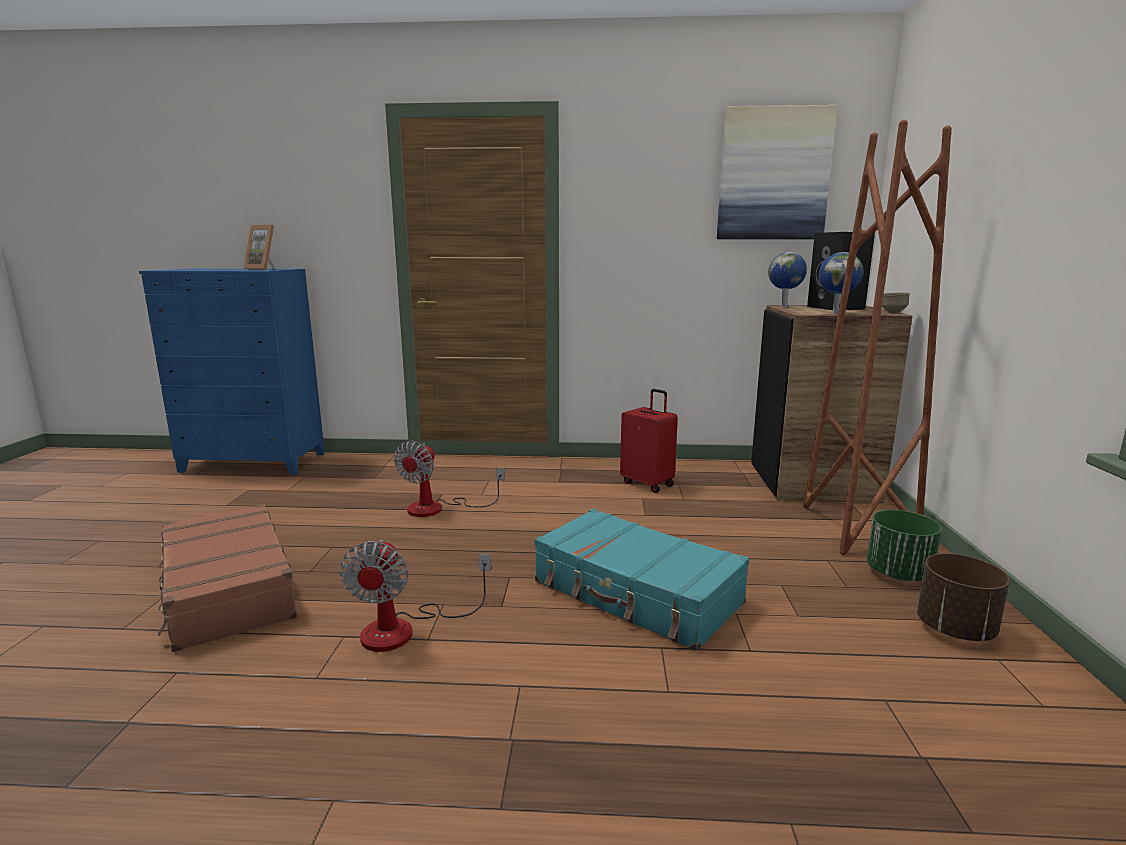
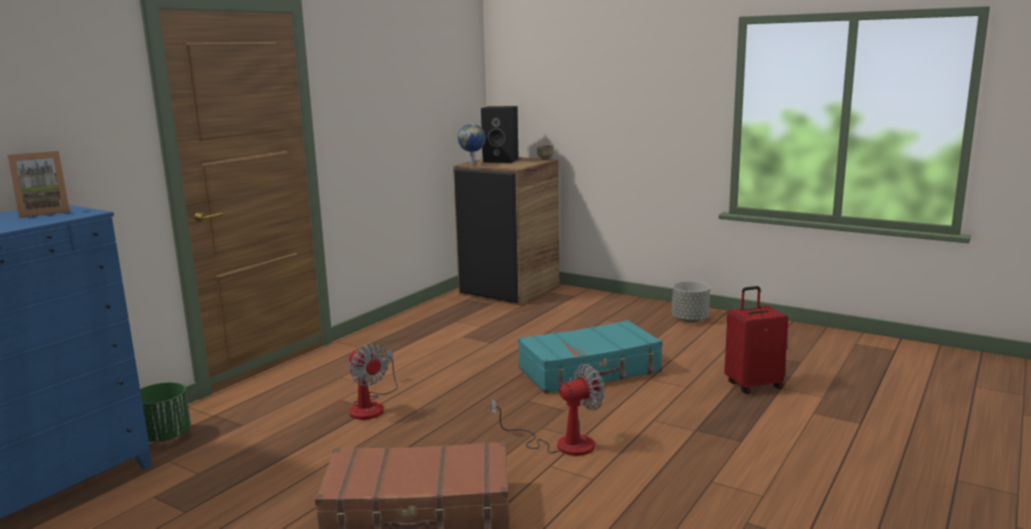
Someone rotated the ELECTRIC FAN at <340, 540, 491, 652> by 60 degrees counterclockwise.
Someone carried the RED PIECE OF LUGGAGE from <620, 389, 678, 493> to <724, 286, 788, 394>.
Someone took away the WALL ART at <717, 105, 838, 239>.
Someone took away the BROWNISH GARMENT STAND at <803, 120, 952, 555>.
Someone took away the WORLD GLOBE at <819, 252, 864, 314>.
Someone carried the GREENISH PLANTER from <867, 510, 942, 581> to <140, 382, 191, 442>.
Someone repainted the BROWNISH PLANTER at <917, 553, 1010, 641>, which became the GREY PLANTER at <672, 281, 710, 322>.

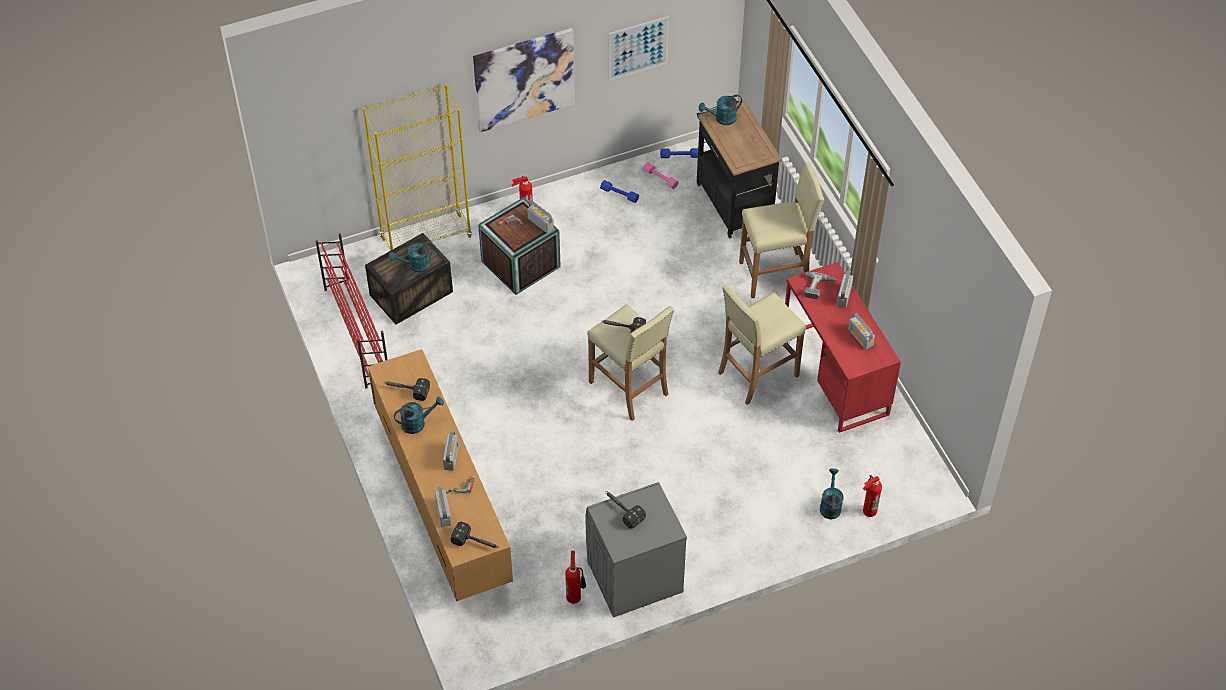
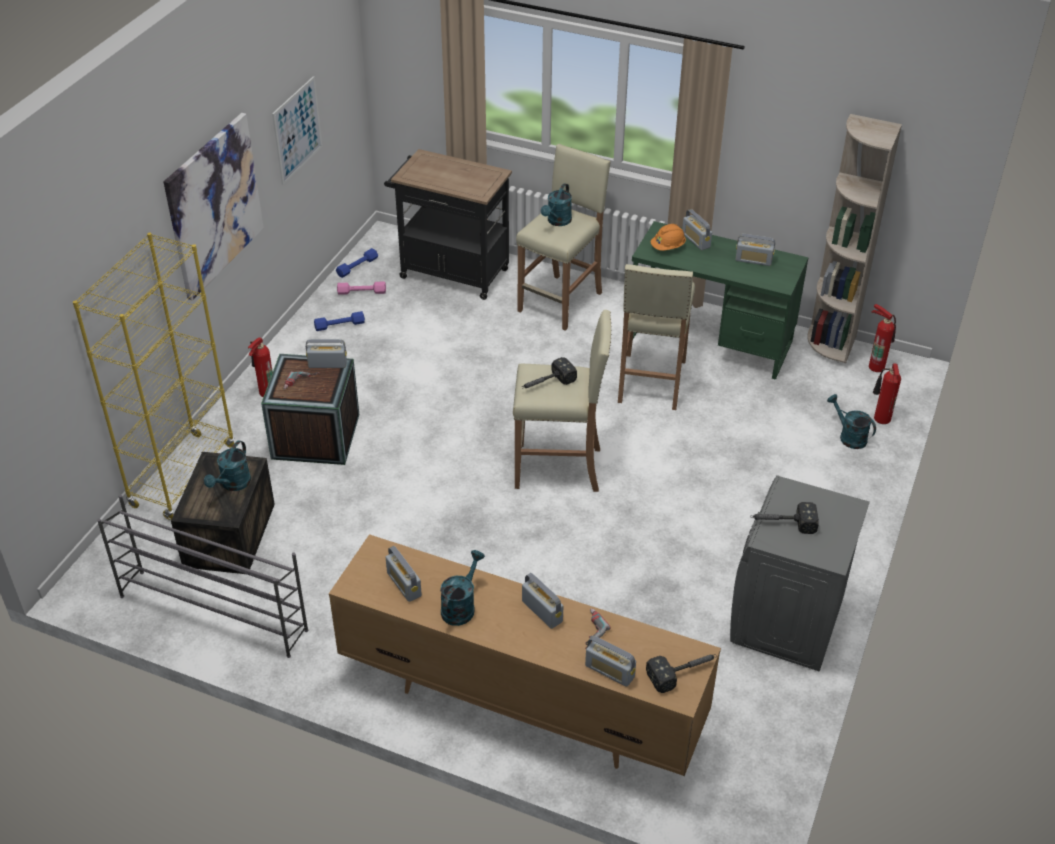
Someone repainted the RED SHOE SHELF at <315, 233, 388, 389>, which became the GREY SHOE SHELF at <97, 495, 308, 658>.
Someone swapped the HAND HAMMER at <384, 378, 430, 401> for the RADIO RECEIVER at <386, 546, 422, 602>.
Someone carried the FIRE EXTINGUISHER from <565, 551, 586, 604> to <869, 304, 896, 372>.
Someone carried the TURQUOISE WATERING POT from <699, 95, 742, 125> to <541, 183, 572, 226>.
Someone repainted the RED DESK UNIT at <785, 262, 901, 433>, which became the GREENISH DESK UNIT at <632, 221, 809, 380>.
Someone swapped the ELECTRIC DRILL at <804, 272, 836, 299> for the ORANGE-COLOURED HARD HAT at <651, 224, 686, 251>.
Someone put down the BEIGE-COLOURED SHELVING UNIT at <807, 114, 902, 363>.

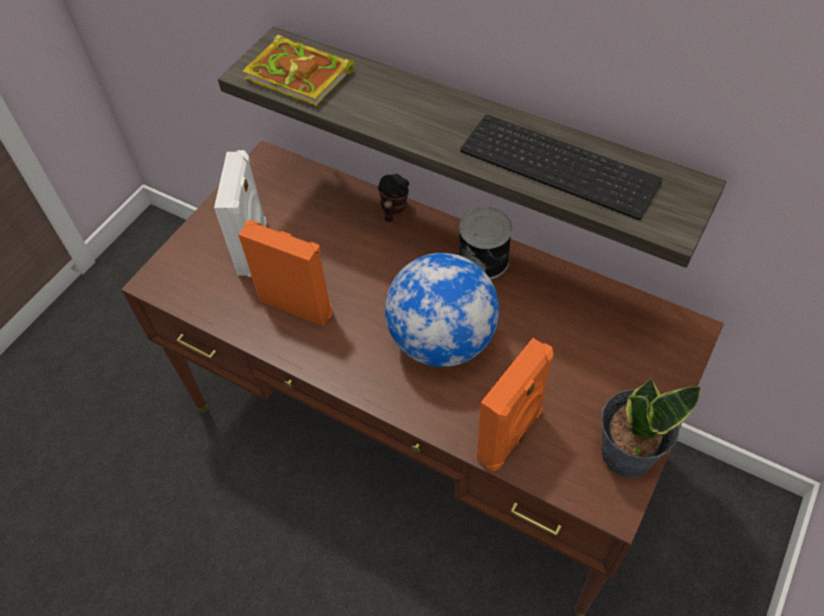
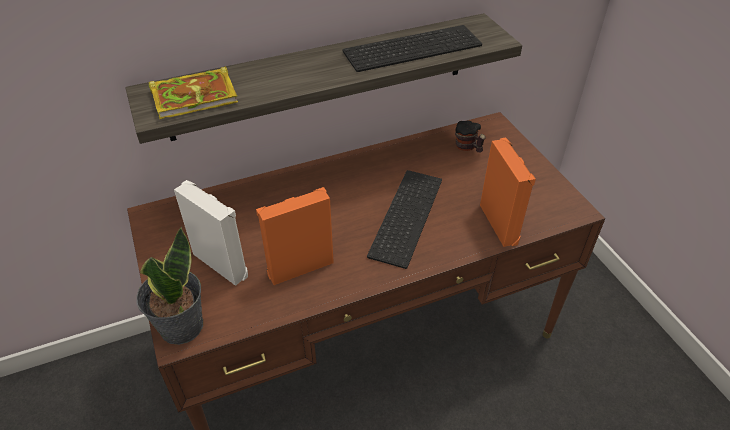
Someone carried the TEA MUG from <378, 174, 409, 222> to <455, 121, 486, 152>.
Someone swapped the WORLD GLOBE at <385, 253, 499, 367> for the COMPUTER KEYBOARD at <367, 170, 442, 269>.
Someone took away the METAL CAN at <459, 207, 512, 279>.
Someone carried the HOUSEPLANT from <601, 377, 702, 478> to <136, 227, 203, 345>.

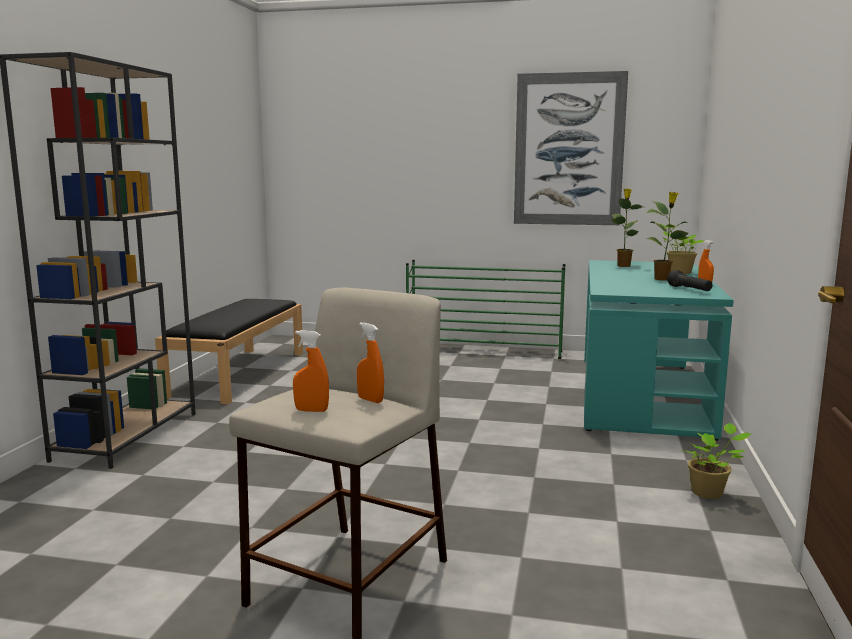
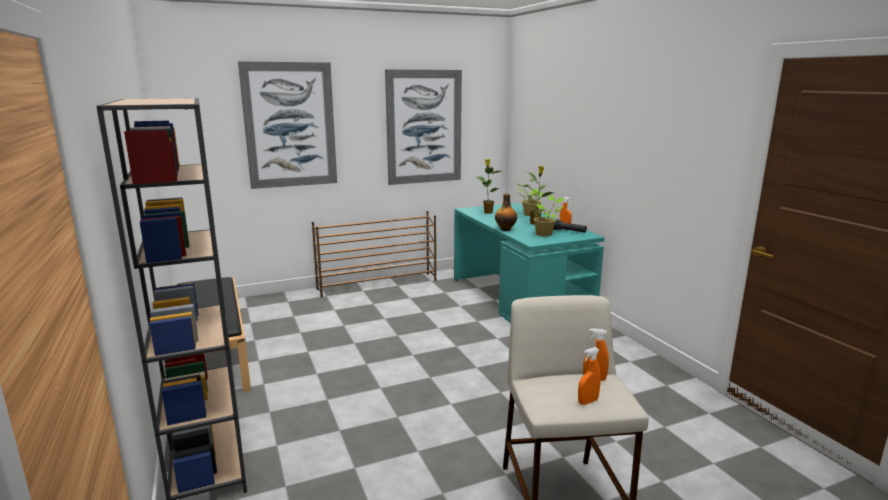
Someone repainted the GREENISH SHOE SHELF at <406, 260, 565, 359>, which became the BROWNISH SHOE SHELF at <312, 211, 436, 297>.
Someone carried the HOUSEPLANT from <682, 423, 751, 499> to <532, 196, 564, 236>.
Someone put up the WALL ART at <238, 61, 337, 189>.
Someone put down the BEVERAGE BOTTLE at <495, 194, 517, 231>.

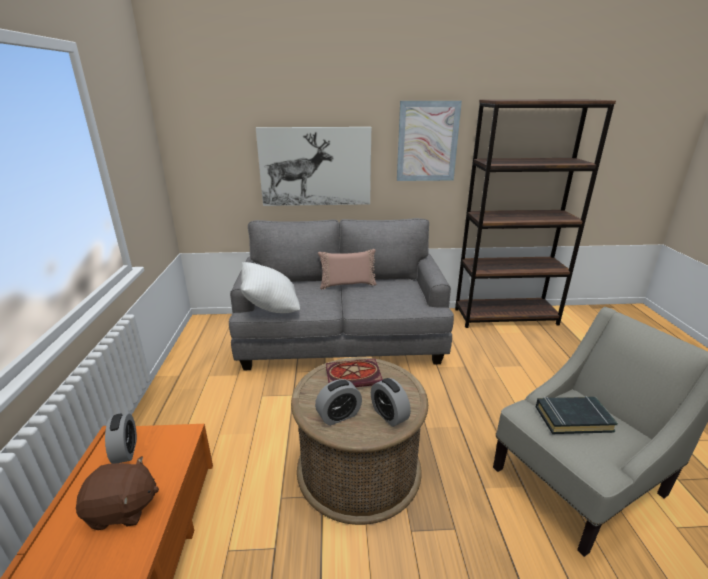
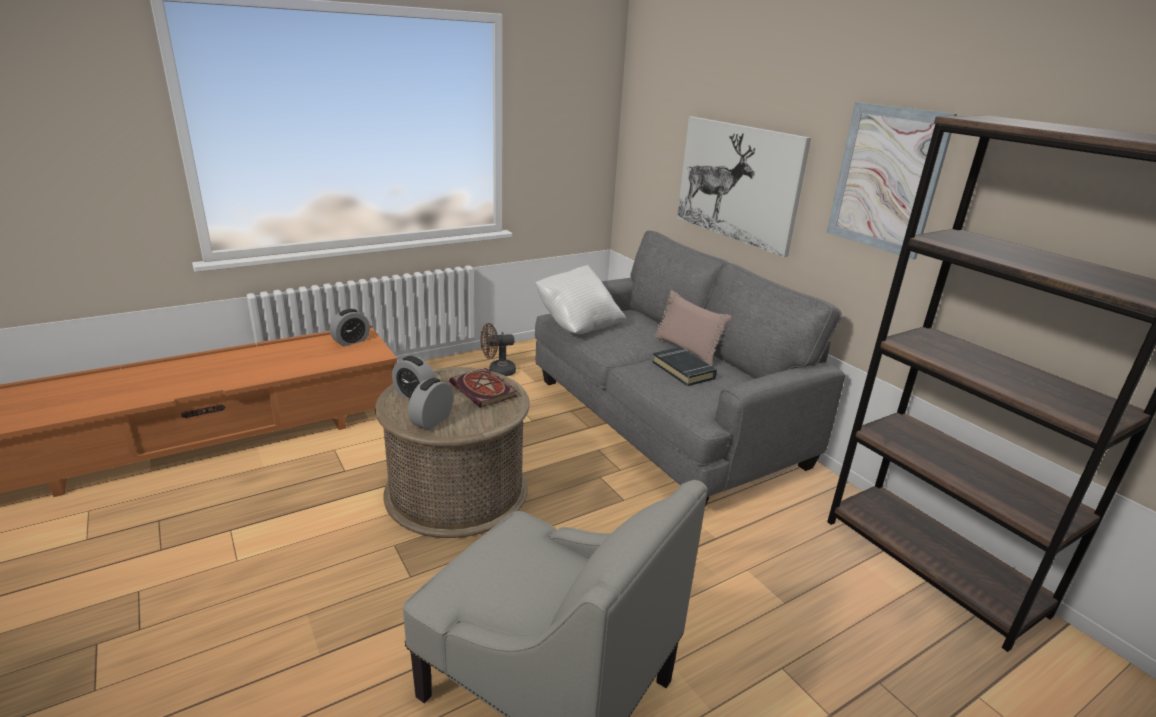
Someone took away the BROWNISH PLUSH TOY at <76, 456, 159, 530>.
Someone carried the BLACKISH VOLUME from <536, 396, 618, 434> to <652, 347, 717, 386>.
Someone put down the BROWNISH ELECTRIC FAN at <480, 323, 516, 376>.

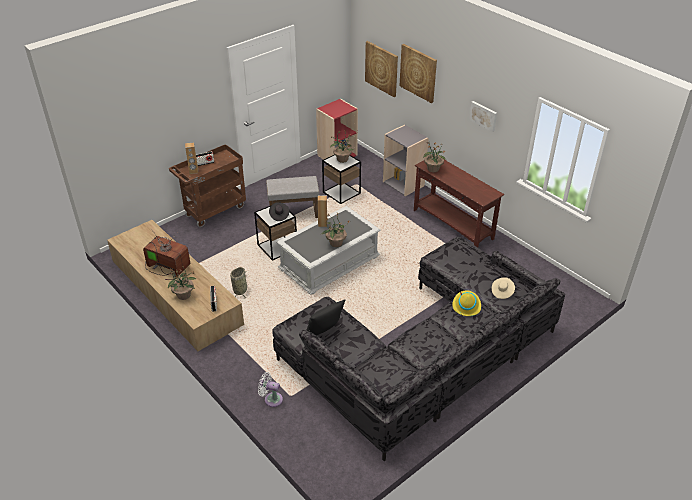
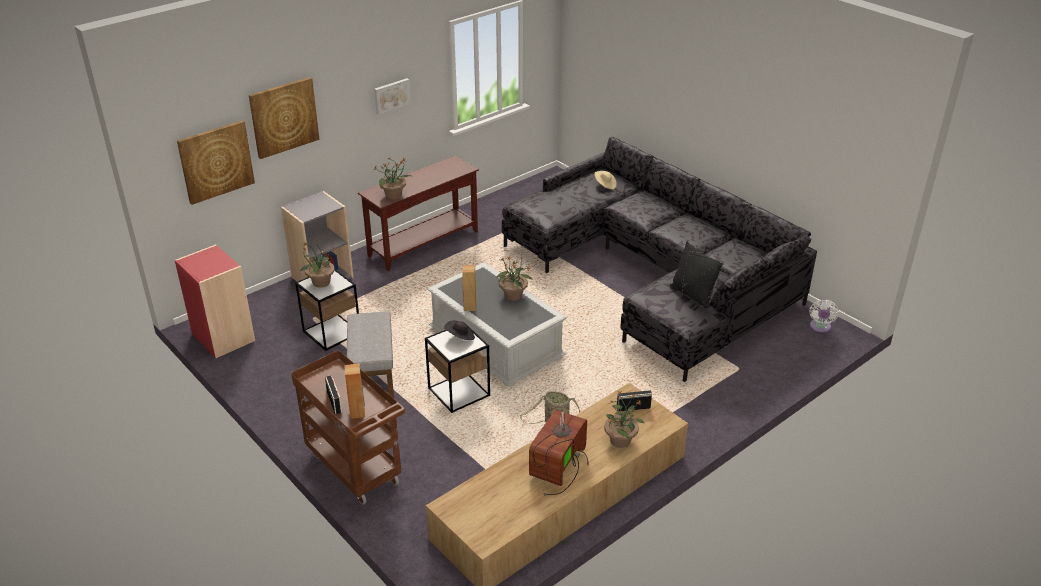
Someone carried the WHITISH ELECTRIC FAN from <258, 372, 283, 407> to <810, 299, 839, 332>.
Someone took away the YELLOW-COLOURED HAT at <452, 291, 481, 316>.

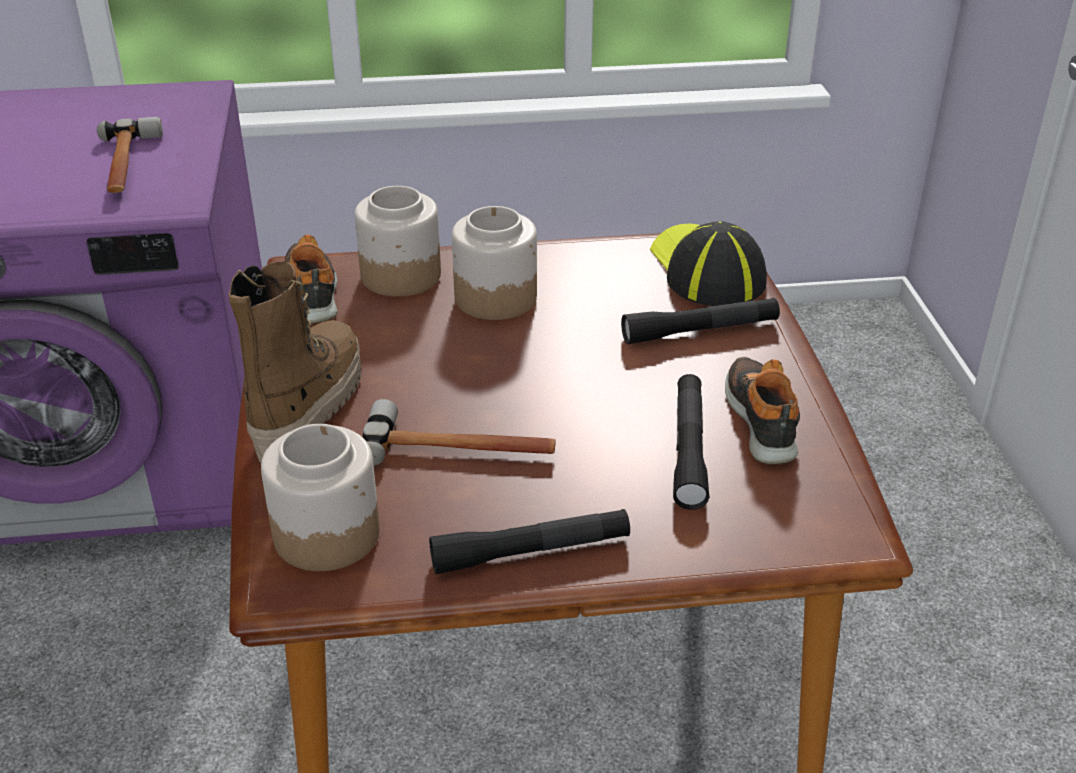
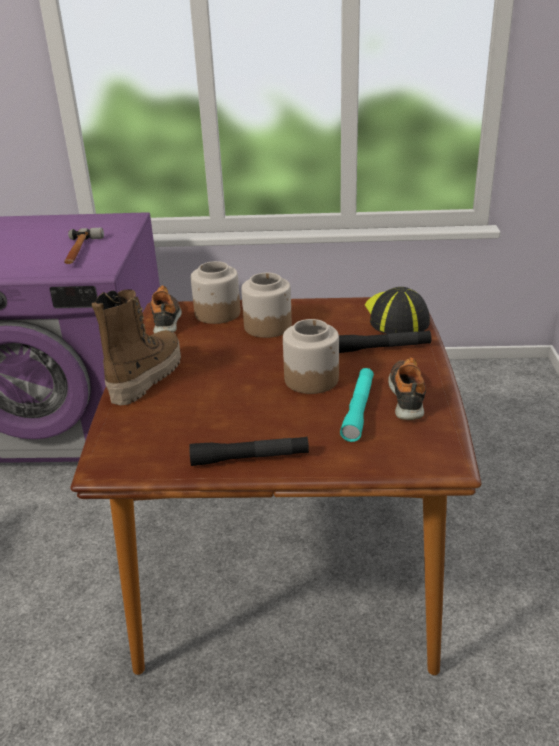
Someone carried the STORAGE JAR from <261, 424, 380, 571> to <283, 319, 339, 394>.
Someone took away the HAND HAMMER at <362, 399, 556, 465>.
Someone repainted the BLACKISH HAND TORCH at <673, 374, 709, 510>, which became the TURQUOISE HAND TORCH at <340, 368, 374, 442>.

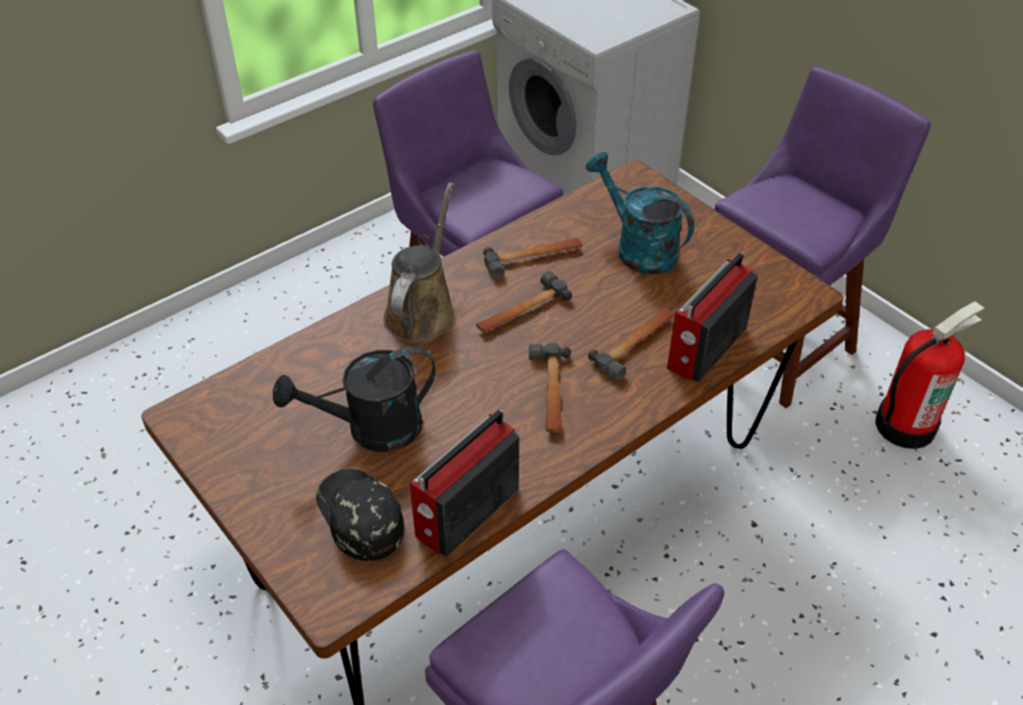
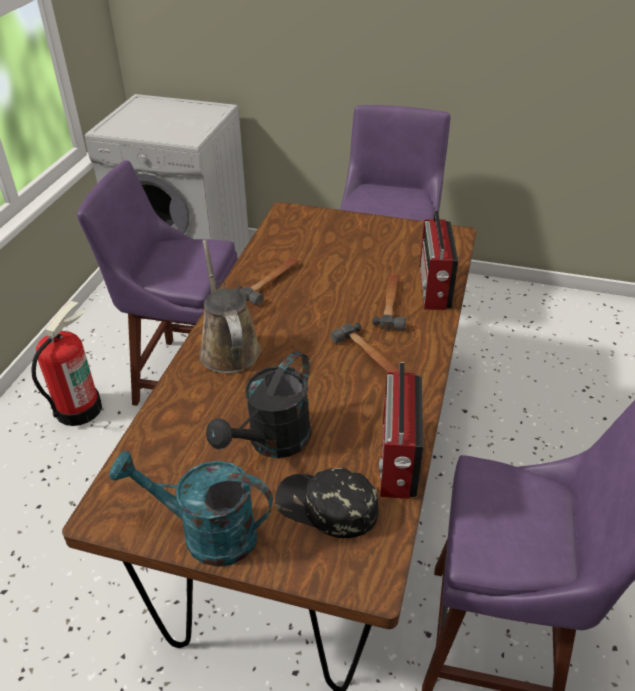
Someone took away the HAND HAMMER at <476, 271, 572, 333>.
Someone carried the TURQUOISE WATERING POT from <586, 152, 694, 275> to <109, 451, 273, 567>.
Someone carried the FIRE EXTINGUISHER from <875, 301, 984, 449> to <31, 301, 102, 426>.

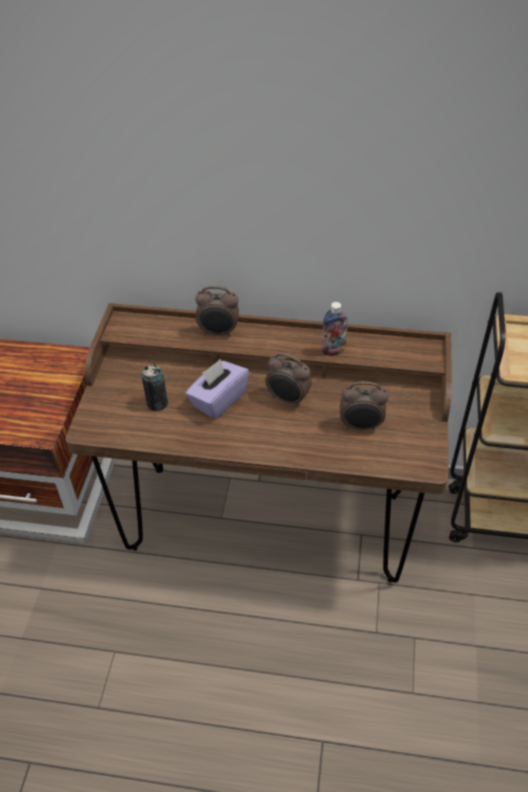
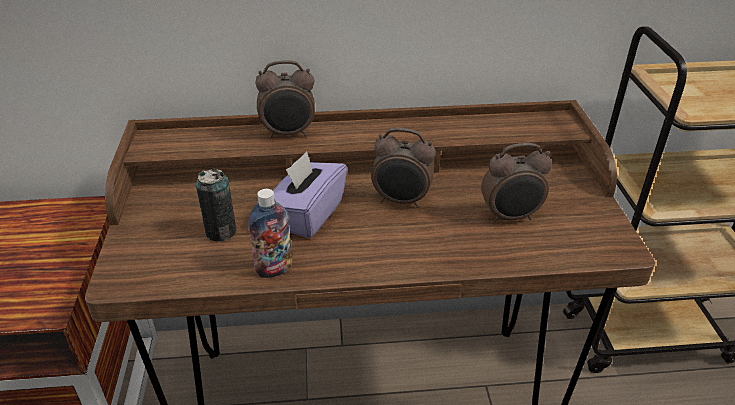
Someone carried the BEVERAGE BOTTLE from <321, 302, 348, 356> to <248, 189, 293, 278>.

